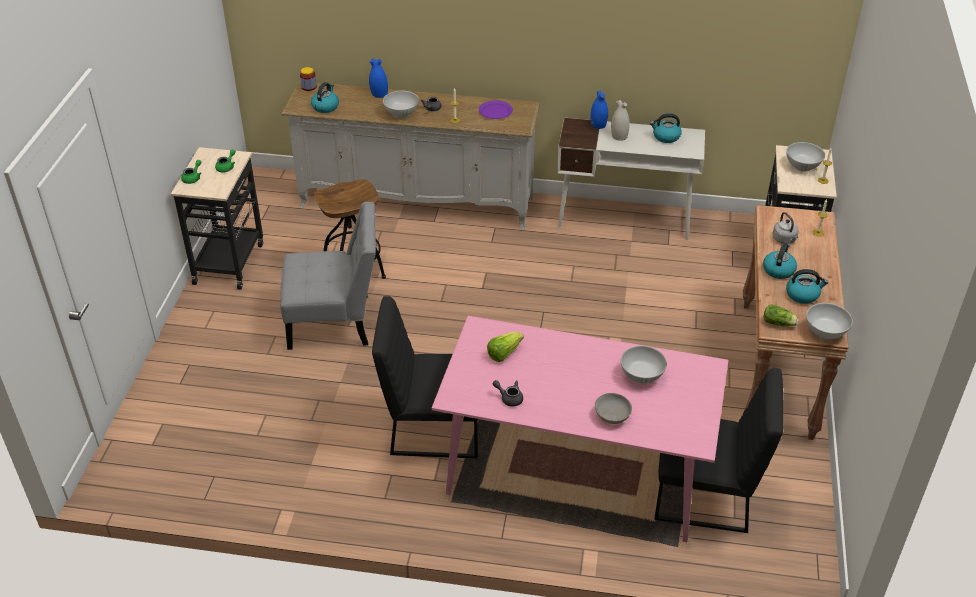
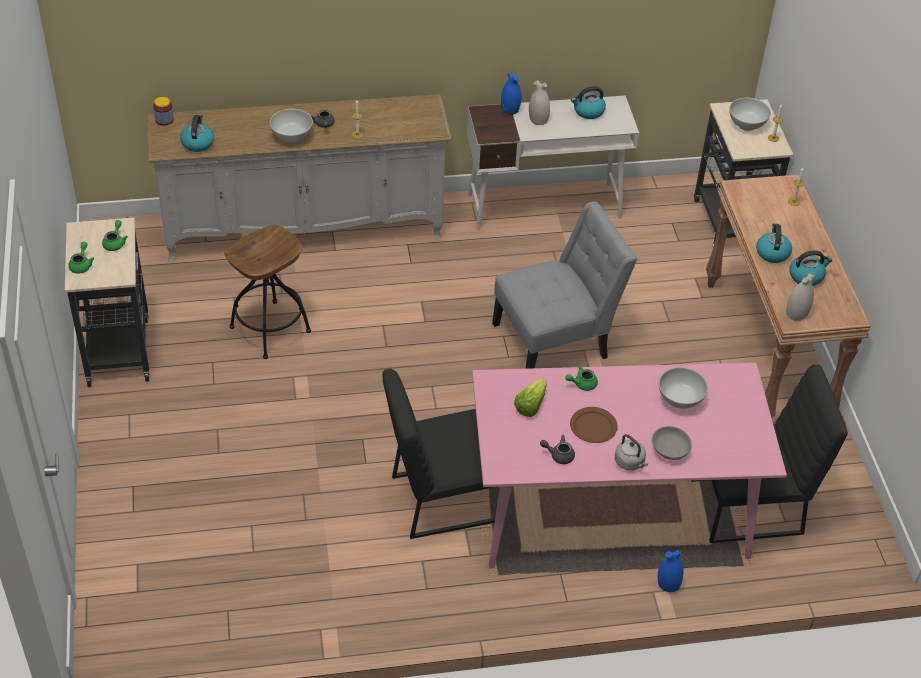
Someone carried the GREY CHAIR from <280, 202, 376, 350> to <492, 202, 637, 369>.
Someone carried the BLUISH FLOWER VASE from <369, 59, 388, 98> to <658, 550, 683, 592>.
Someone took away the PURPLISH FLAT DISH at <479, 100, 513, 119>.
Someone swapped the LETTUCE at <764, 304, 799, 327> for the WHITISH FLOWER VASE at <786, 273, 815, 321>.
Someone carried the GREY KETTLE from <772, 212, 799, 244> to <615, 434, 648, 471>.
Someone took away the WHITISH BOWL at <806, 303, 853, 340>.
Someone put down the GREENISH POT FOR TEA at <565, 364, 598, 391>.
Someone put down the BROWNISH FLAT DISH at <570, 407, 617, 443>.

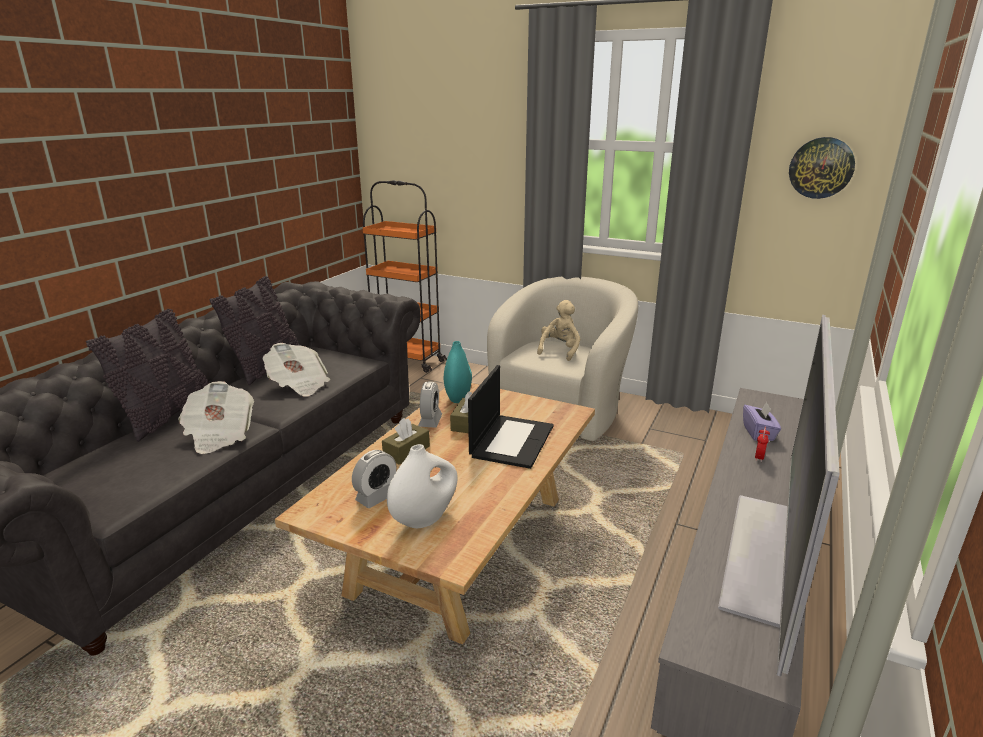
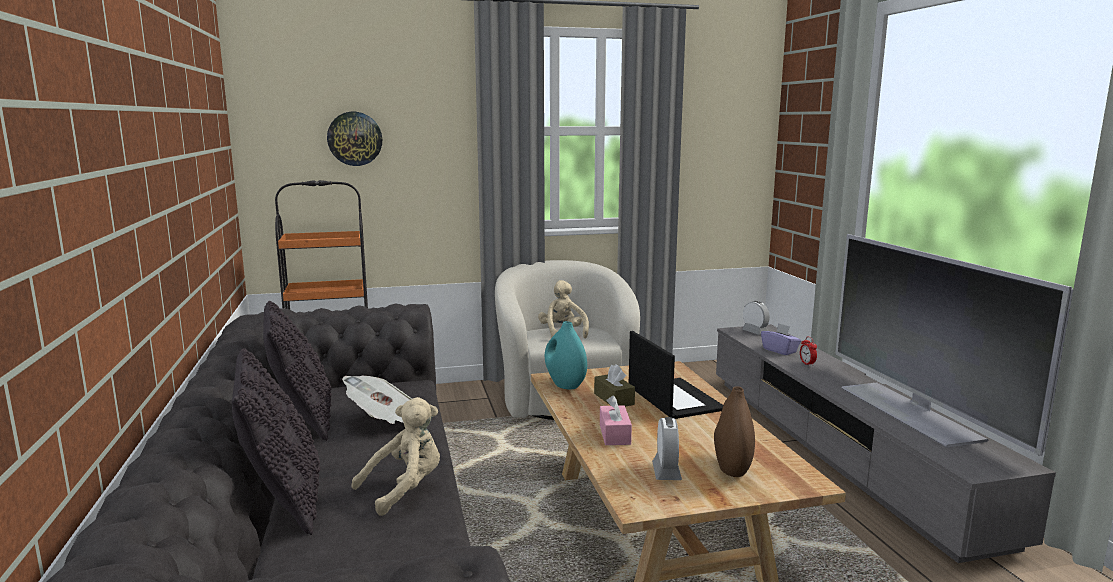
Someone swapped the PRINTED PAPER at <178, 381, 254, 454> for the BEIGE-COLOURED PLUSH TOY at <351, 397, 440, 516>.
Someone repainted the BROWNISH BOX OF TISSUES at <382, 418, 430, 465>, which became the PINK BOX OF TISSUES at <600, 396, 632, 445>.
Someone repainted the WHITISH FLOWER VASE at <387, 444, 458, 528>, which became the BROWNISH FLOWER VASE at <714, 386, 755, 477>.
Someone carried the ALARM CLOCK from <418, 381, 442, 428> to <742, 301, 770, 335>.
Someone carried the WALL CLOCK from <789, 137, 855, 199> to <327, 112, 382, 166>.

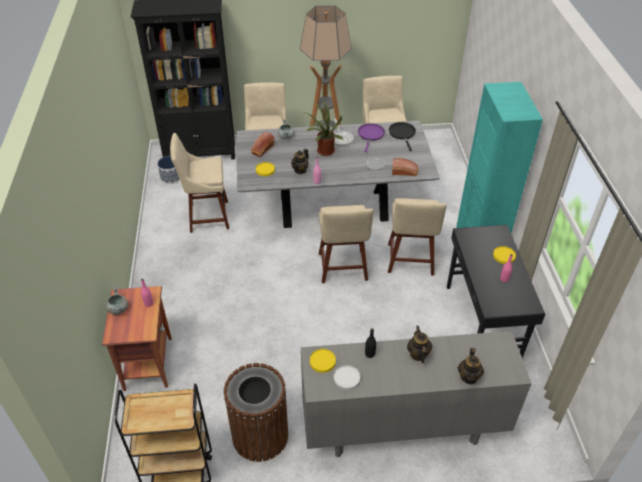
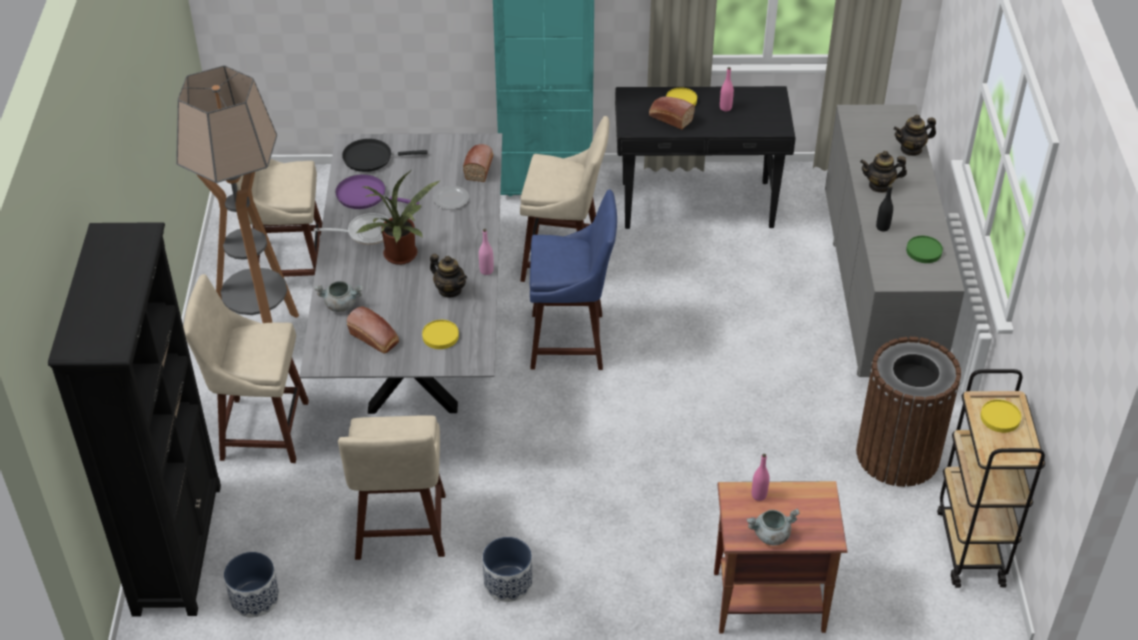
Someone carried the YELLOW-COLOURED FLAT DISH from <310, 349, 336, 373> to <980, 399, 1021, 433>.
Someone repainted the BEIGE-COLOURED CHAIR at <319, 205, 374, 283>, which became the BLUISH CHAIR at <530, 190, 617, 370>.
Someone repainted the WHITISH FLAT DISH at <334, 365, 360, 390>, which became the GREENISH FLAT DISH at <906, 236, 943, 263>.
Someone rotated the POT FOR TEA at <458, 348, 484, 384> by 150 degrees clockwise.
Someone put down the PLANTER at <482, 537, 532, 602>.
Someone put down the BAKERY BREAD at <649, 97, 695, 130>.

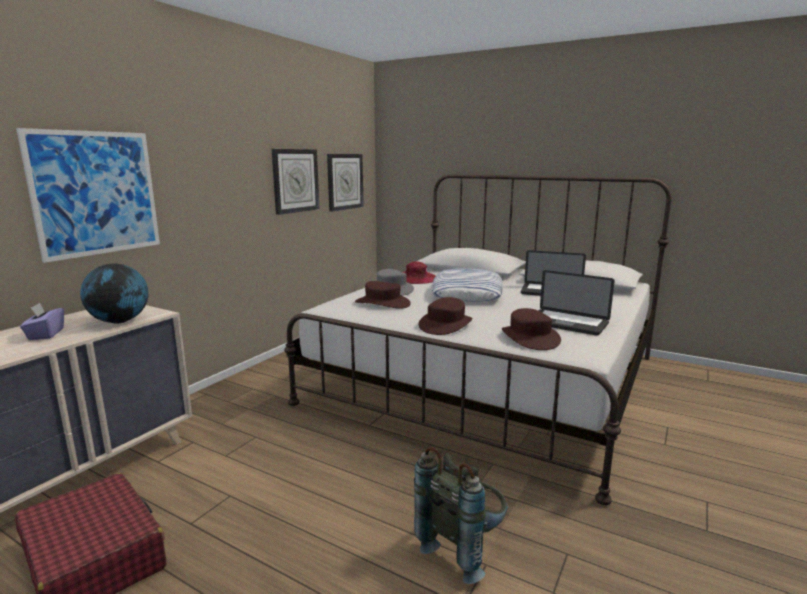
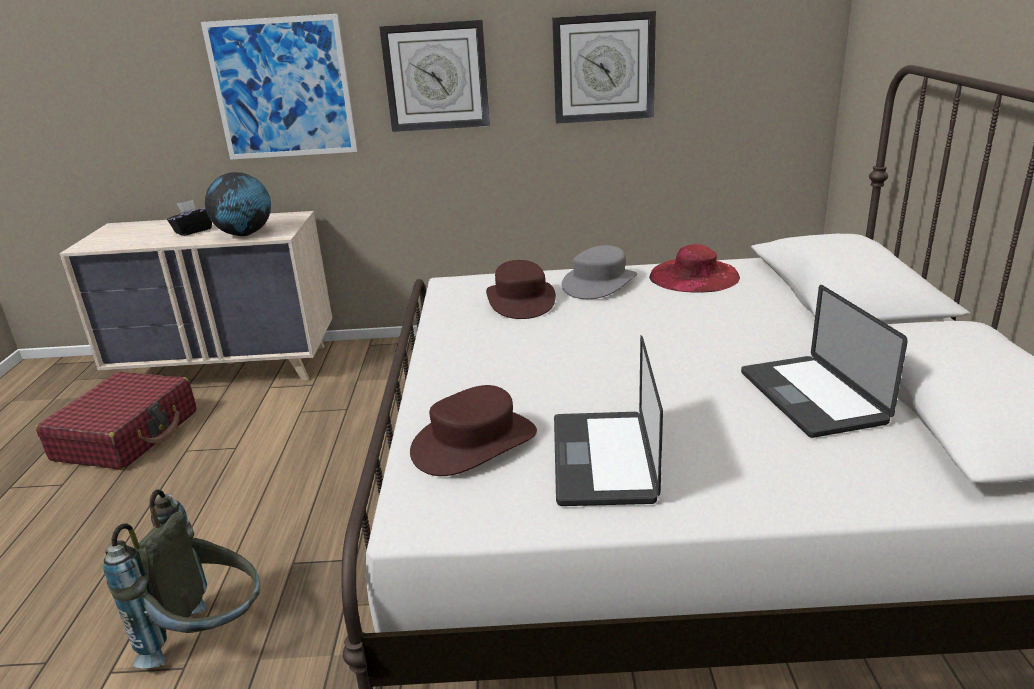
Someone repainted the PURPLISH BOX OF TISSUES at <20, 303, 64, 340>, which became the BLACKISH BOX OF TISSUES at <167, 200, 212, 236>.
Someone carried the WALL CLOCK from <327, 154, 364, 211> to <379, 20, 490, 132>.
Someone took away the BROWNISH HAT at <419, 297, 472, 335>.
Someone took away the PILLOW at <432, 268, 503, 302>.

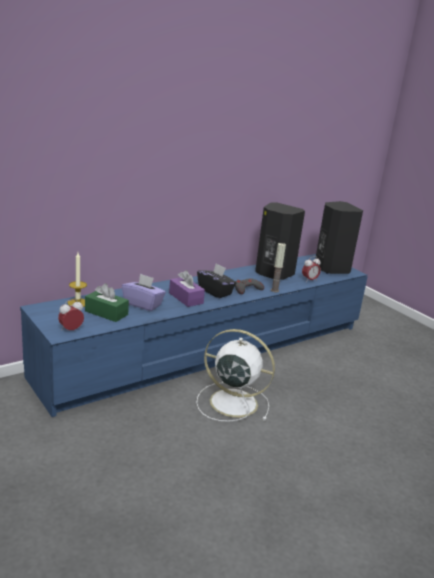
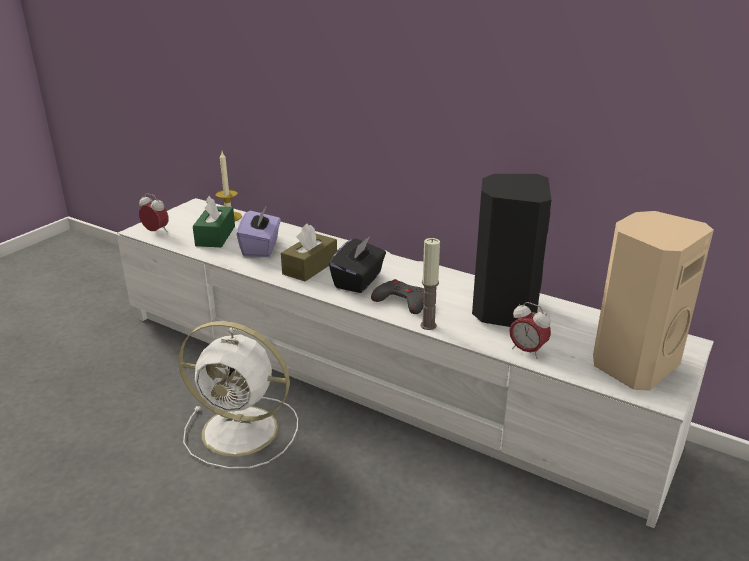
Someone repainted the BLUISH TV UNIT at <20, 254, 368, 417>, which became the WHITISH TV UNIT at <117, 198, 714, 528>.
Someone repainted the PURPLISH BOX OF TISSUES at <169, 270, 205, 307>, which became the BROWNISH BOX OF TISSUES at <281, 224, 337, 282>.
Someone rotated the WHITISH ELECTRIC FAN at <196, 329, 275, 422> by 105 degrees clockwise.
Someone repainted the BLACKISH LOUDSPEAKER at <315, 201, 363, 274>, which became the BEIGE-COLOURED LOUDSPEAKER at <593, 211, 714, 391>.

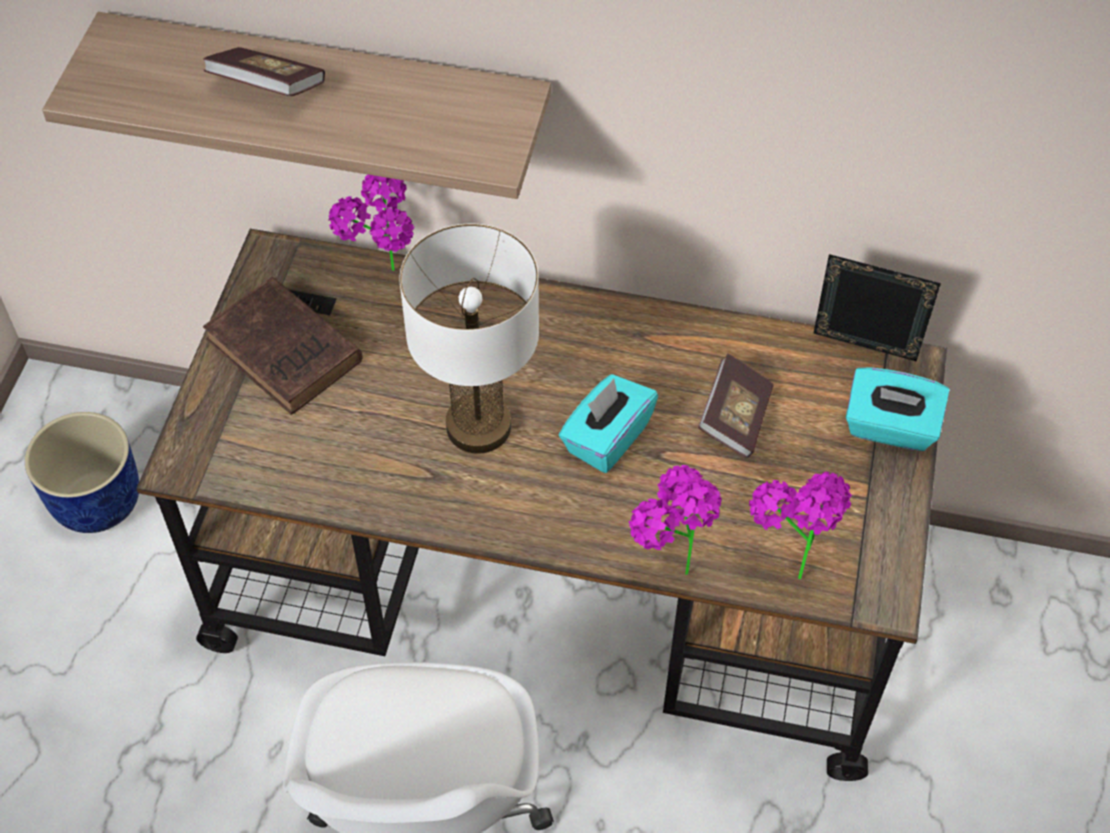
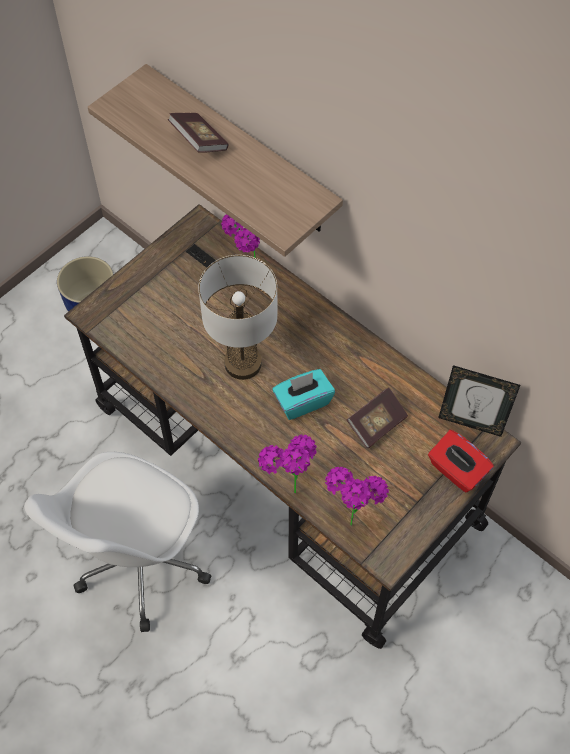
Someone took away the BROWNISH VOLUME at <203, 277, 362, 415>.
Someone rotated the PICTURE FRAME at <813, 254, 941, 361> by 150 degrees clockwise.
Someone repainted the TURQUOISE BOX OF TISSUES at <846, 368, 950, 451>, which became the RED BOX OF TISSUES at <428, 430, 494, 493>.

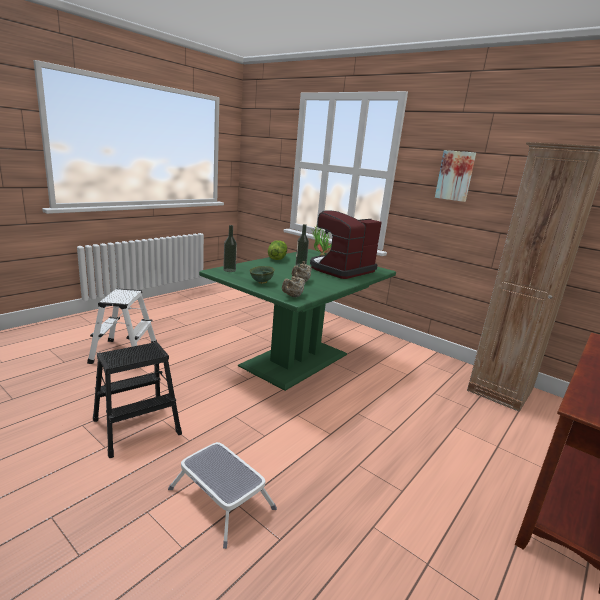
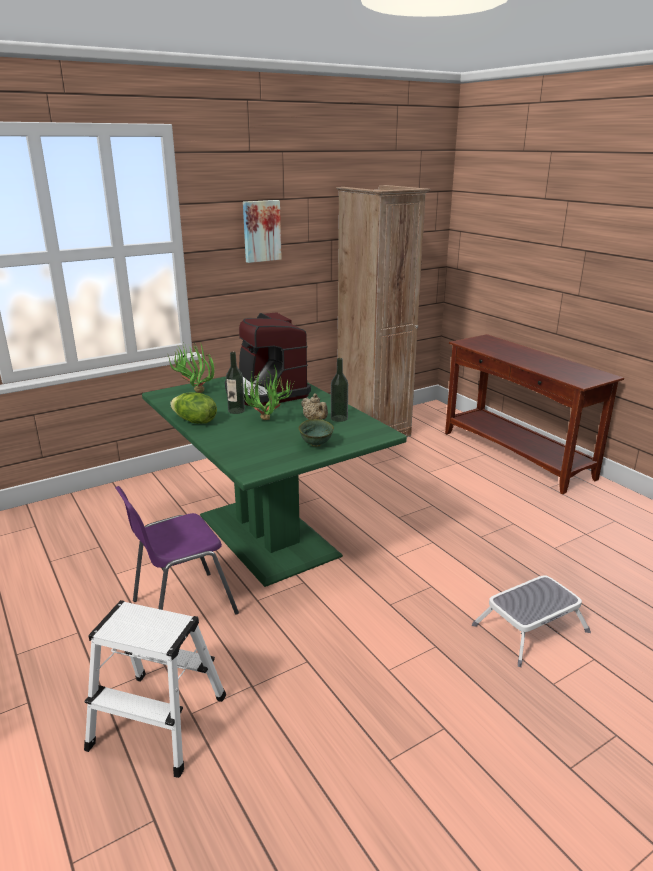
Someone took away the BLACKISH STEP LADDER at <93, 342, 182, 458>.
Someone carried the BEVERAGE BOTTLE from <223, 225, 237, 272> to <331, 358, 348, 422>.
Someone took away the BEIGE-COLOURED POT FOR TEA at <282, 273, 305, 297>.
Someone put down the PURPLISH CHAIR at <115, 486, 239, 615>.
Someone put down the HOUSEPLANT at <241, 365, 294, 420>.

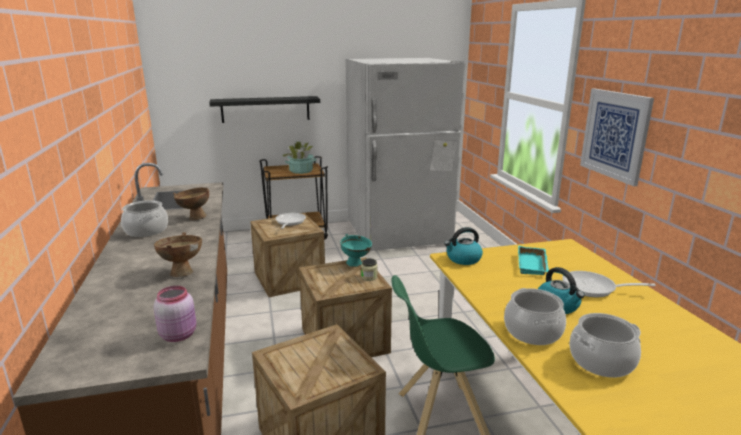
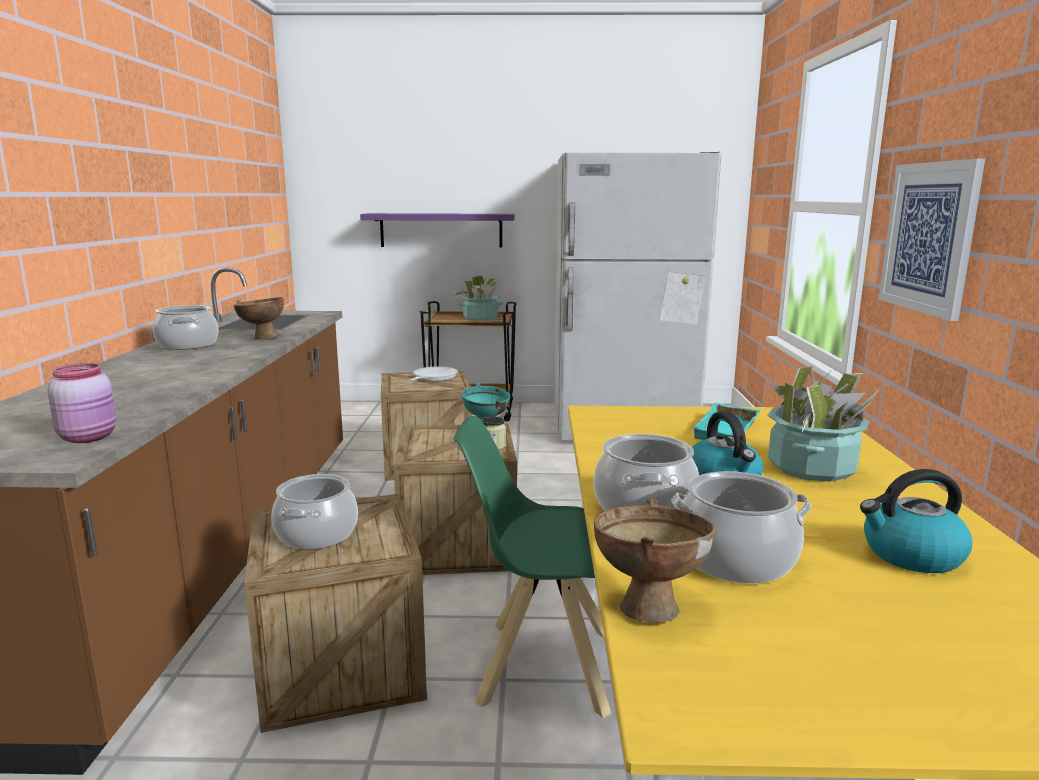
Someone carried the BROWNISH BOWL from <154, 232, 202, 277> to <594, 498, 716, 622>.
Someone repainted the BLACKISH BRACKET SHELF at <209, 96, 320, 123>, which became the PURPLISH BRACKET SHELF at <360, 213, 515, 248>.
Someone carried the KETTLE from <444, 227, 483, 265> to <860, 469, 972, 573>.
Someone swapped the SKILLET at <562, 271, 655, 297> for the HOUSEPLANT at <768, 366, 880, 482>.
Someone put down the COOKING POT at <272, 474, 358, 549>.

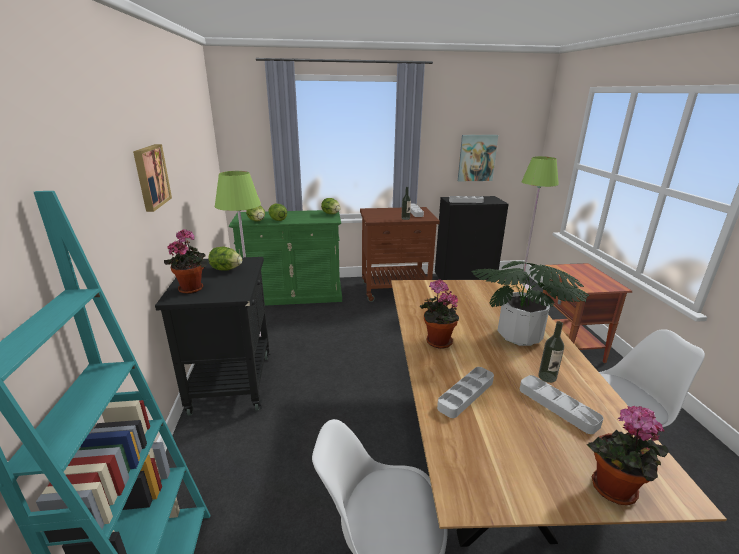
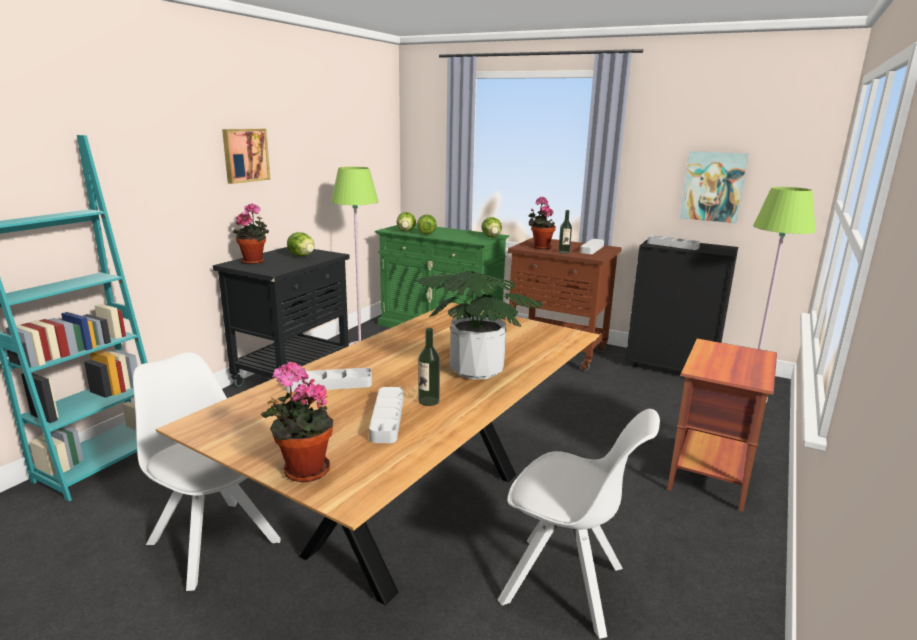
Someone carried the HOUSEPLANT from <420, 279, 459, 349> to <529, 197, 556, 250>.

